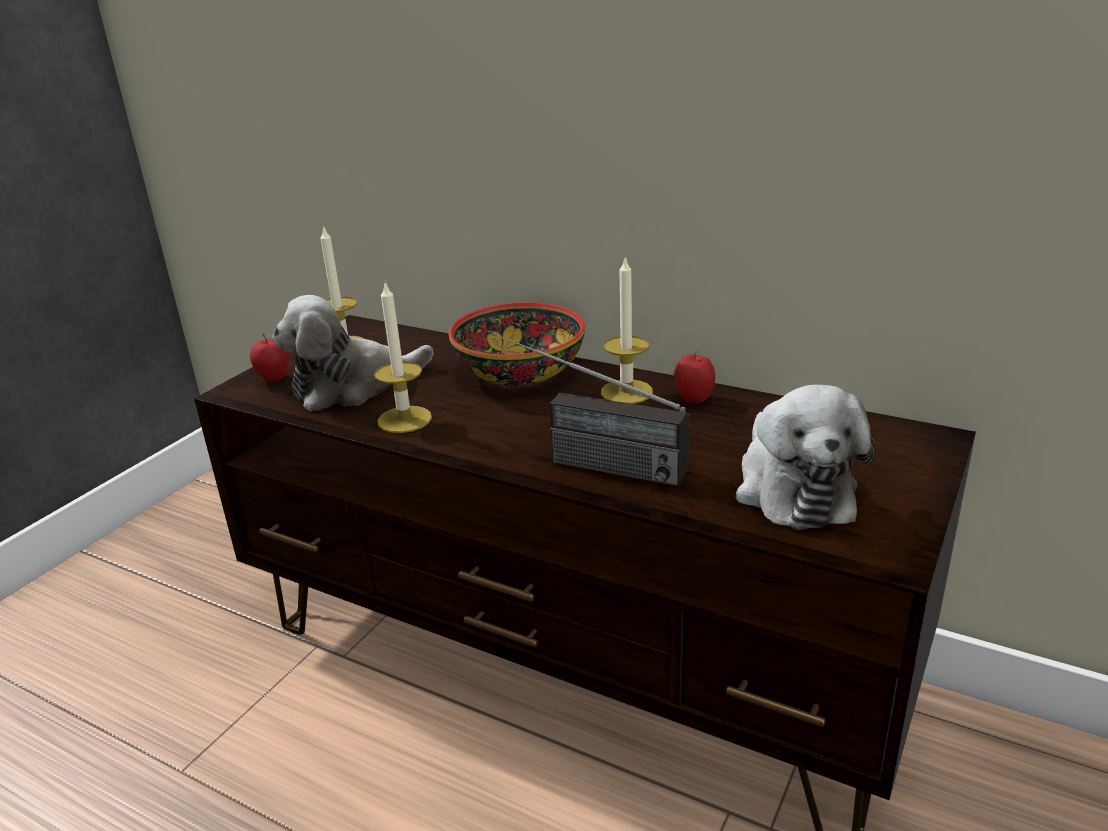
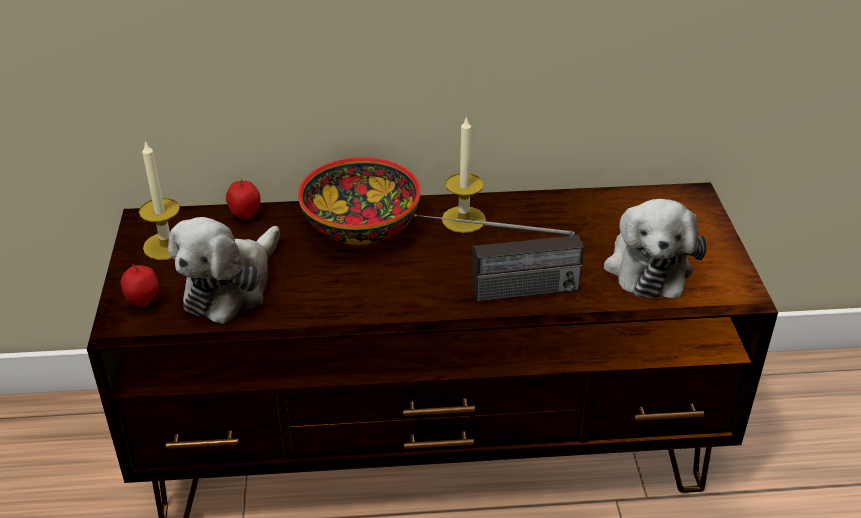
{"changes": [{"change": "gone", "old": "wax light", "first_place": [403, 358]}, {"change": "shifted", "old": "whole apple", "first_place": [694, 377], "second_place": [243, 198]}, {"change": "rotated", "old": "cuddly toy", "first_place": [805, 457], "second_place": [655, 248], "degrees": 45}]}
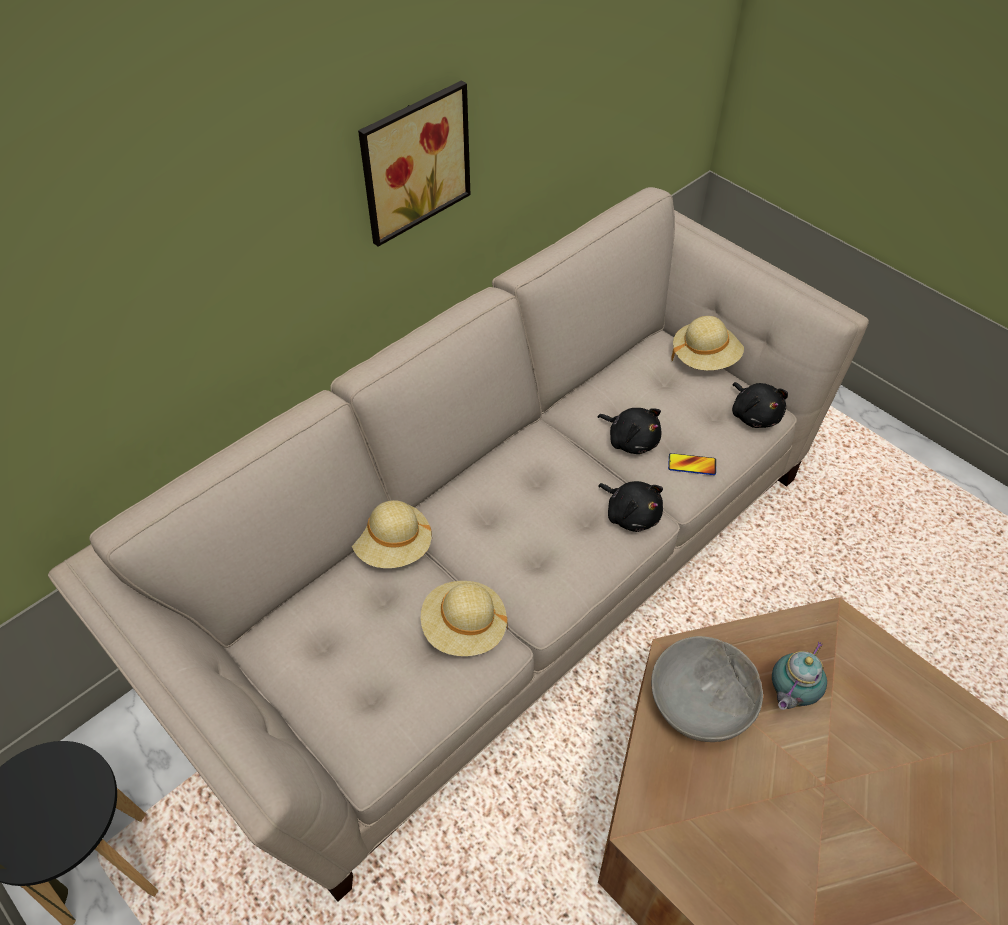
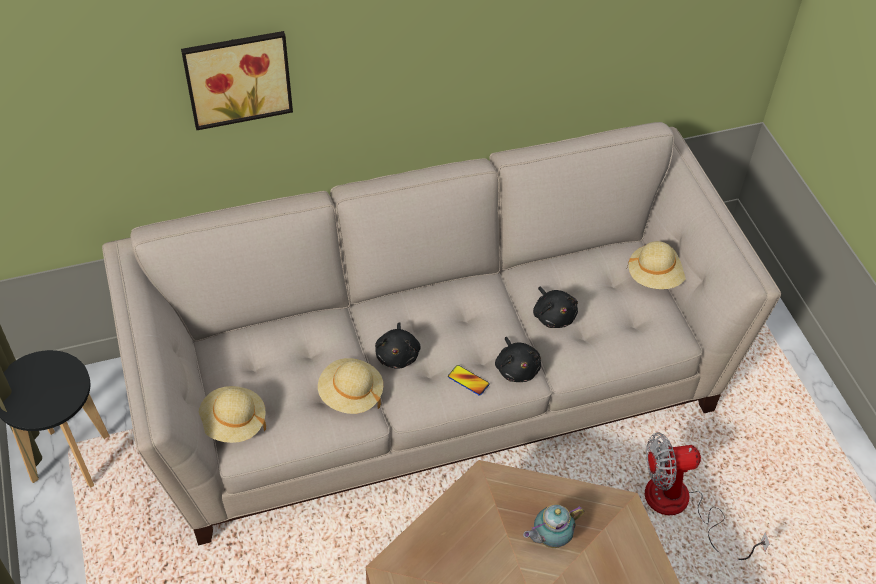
{"changes": [{"change": "shifted", "old": "wearable hat in beige-coloured", "first_place": [392, 534], "second_place": [232, 414]}, {"change": "shifted", "old": "picture", "first_place": [414, 163], "second_place": [237, 80]}, {"change": "gone", "old": "bowl in greyish", "first_place": [707, 689]}, {"change": "shifted", "old": "telephone", "first_place": [692, 464], "second_place": [469, 380]}, {"change": "shifted", "old": "cuddly toy in black-coloured", "first_place": [760, 405], "second_place": [398, 345]}, {"change": "new", "new": "fan", "second_place": [707, 496]}]}
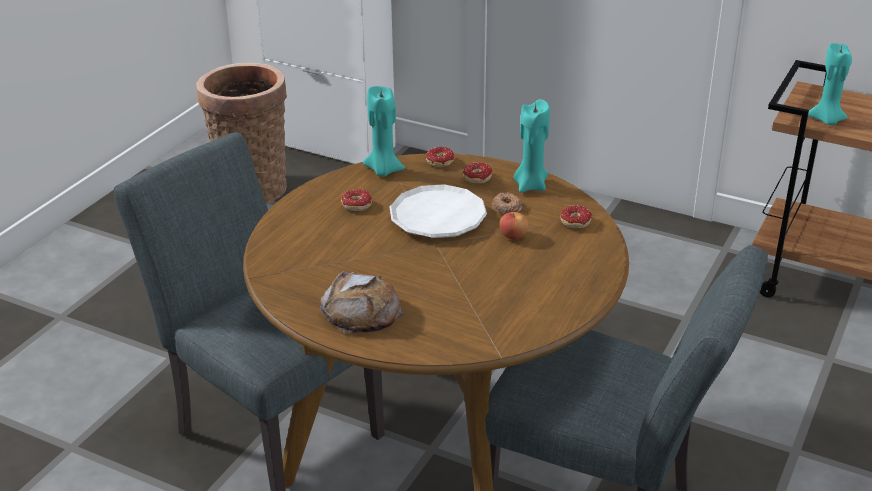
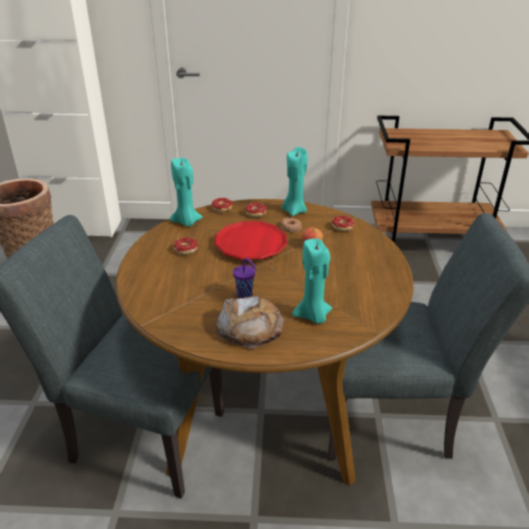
{"changes": [{"change": "repainted", "old": "flat dish in white-coloured", "new": "flat dish in red", "first_place": [438, 211], "second_place": [251, 240]}, {"change": "shifted", "old": "wax light in turquoise-coloured", "first_place": [830, 84], "second_place": [312, 281]}, {"change": "new", "new": "cup in purple-coloured", "second_place": [245, 278]}]}
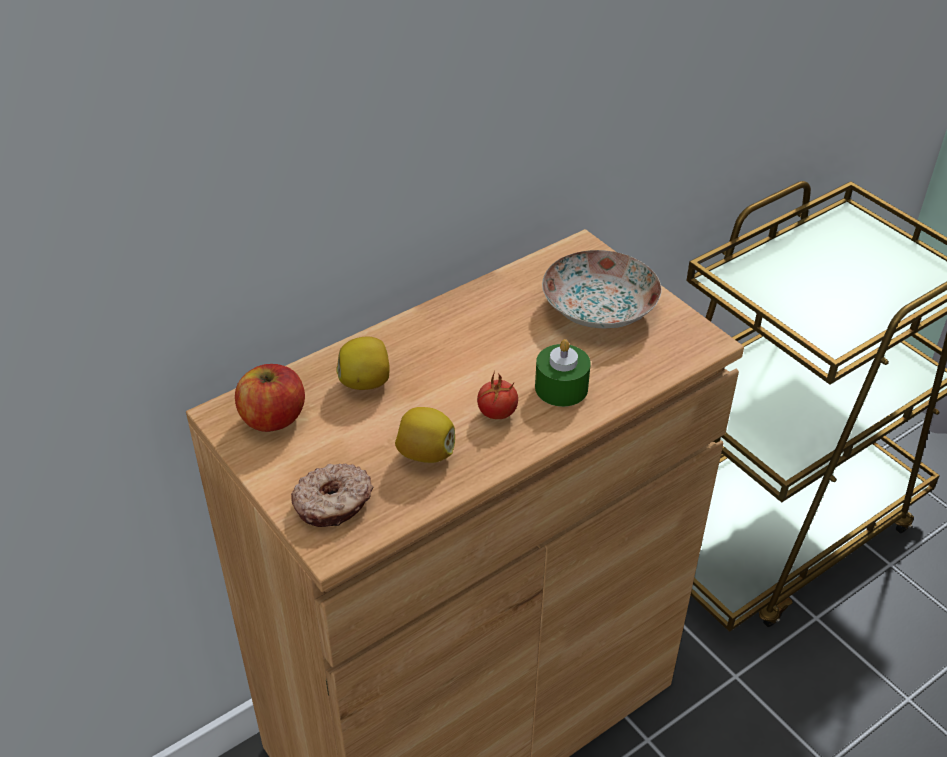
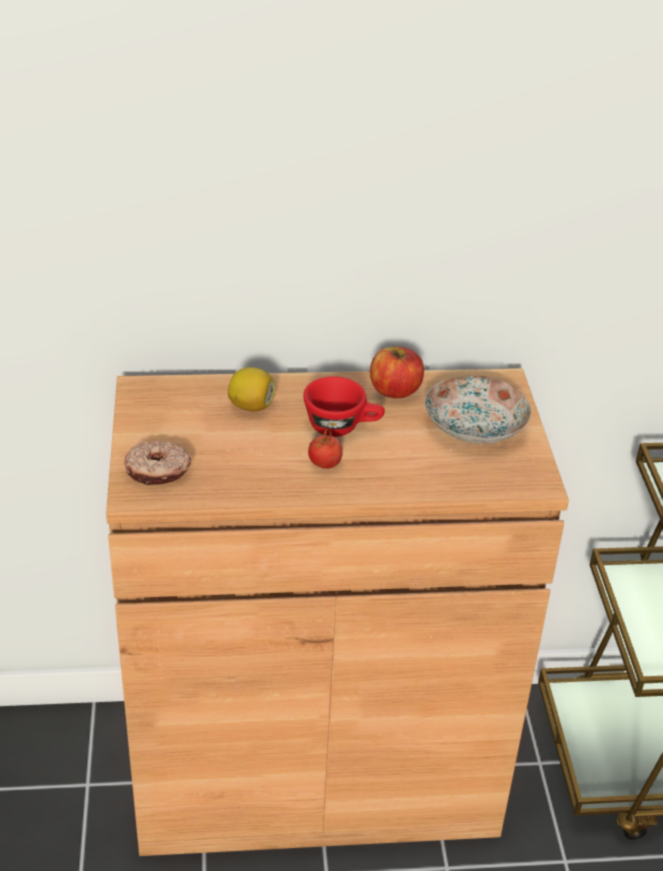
{"changes": [{"change": "shifted", "old": "whole apple", "first_place": [270, 398], "second_place": [397, 372]}, {"change": "gone", "old": "whole lemon", "first_place": [425, 435]}, {"change": "gone", "old": "wax light in green-coloured", "first_place": [563, 373]}, {"change": "new", "new": "cup in red", "second_place": [344, 406]}]}
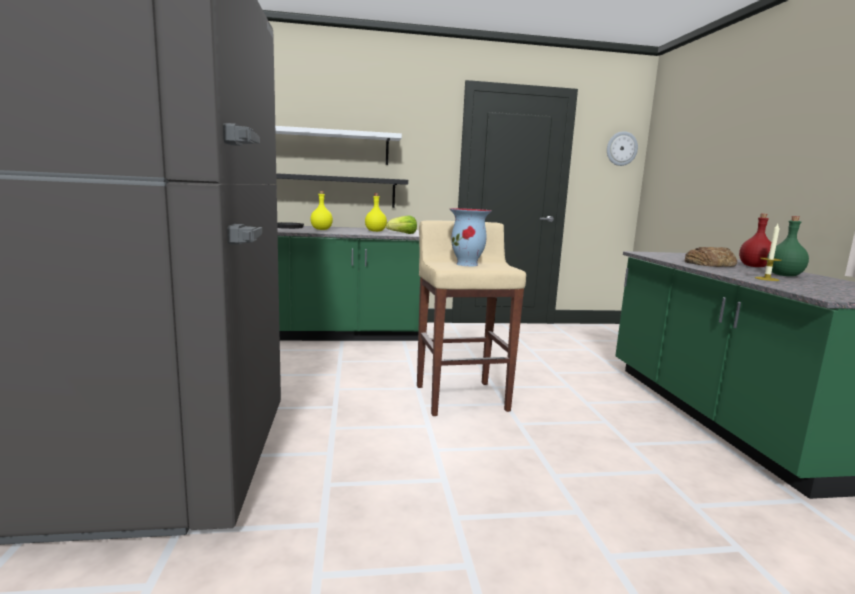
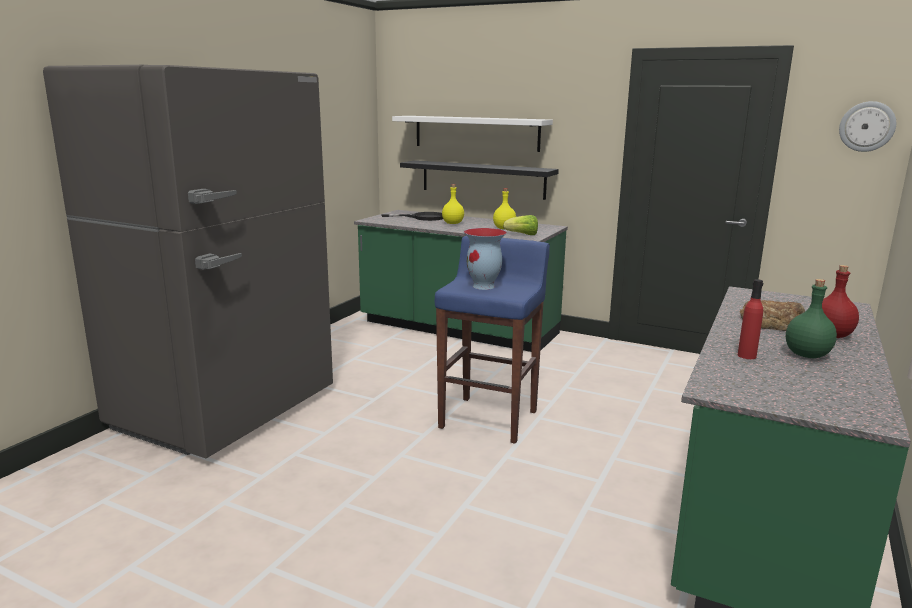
{"changes": [{"change": "repainted", "old": "stool in beige-coloured", "new": "stool in blue-coloured", "first_place": [471, 318], "second_place": [492, 340]}, {"change": "swapped", "old": "wax light", "new": "drink bottle in red", "first_place": [768, 252], "second_place": [750, 319]}]}
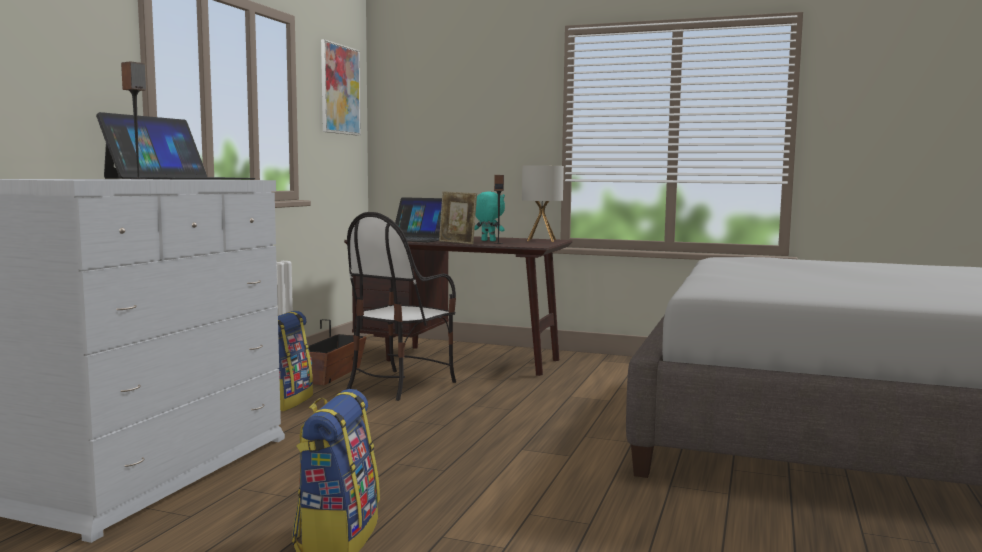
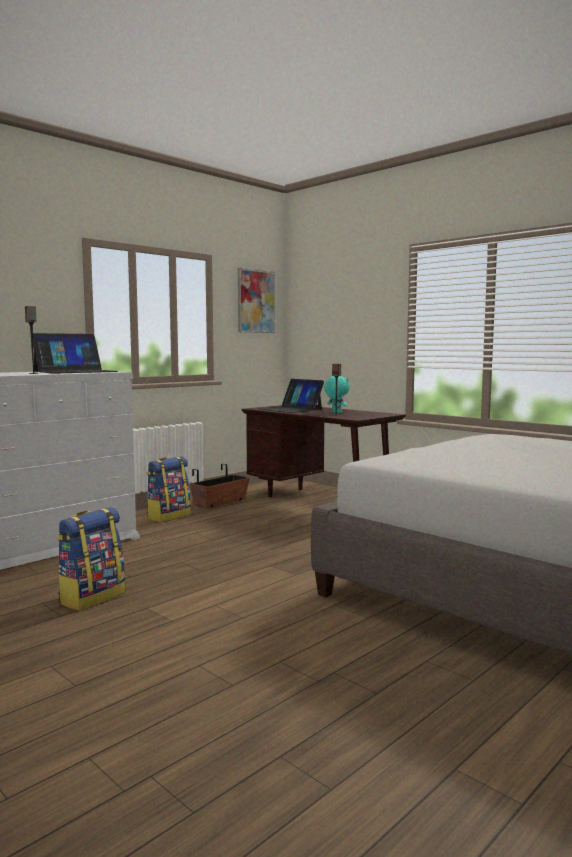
{"changes": [{"change": "gone", "old": "plain chair", "first_place": [401, 306]}, {"change": "gone", "old": "picture frame", "first_place": [458, 217]}, {"change": "gone", "old": "table lamp", "first_place": [543, 203]}]}
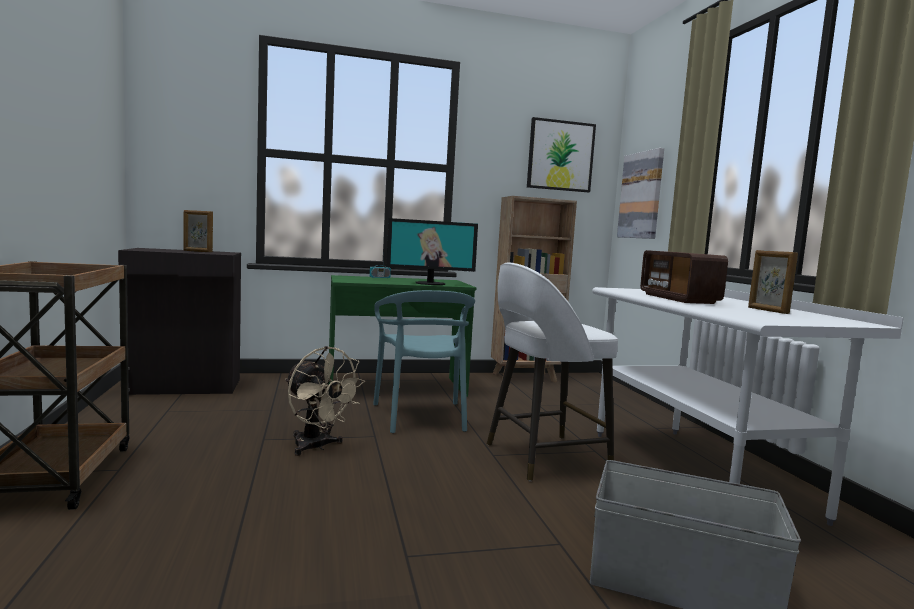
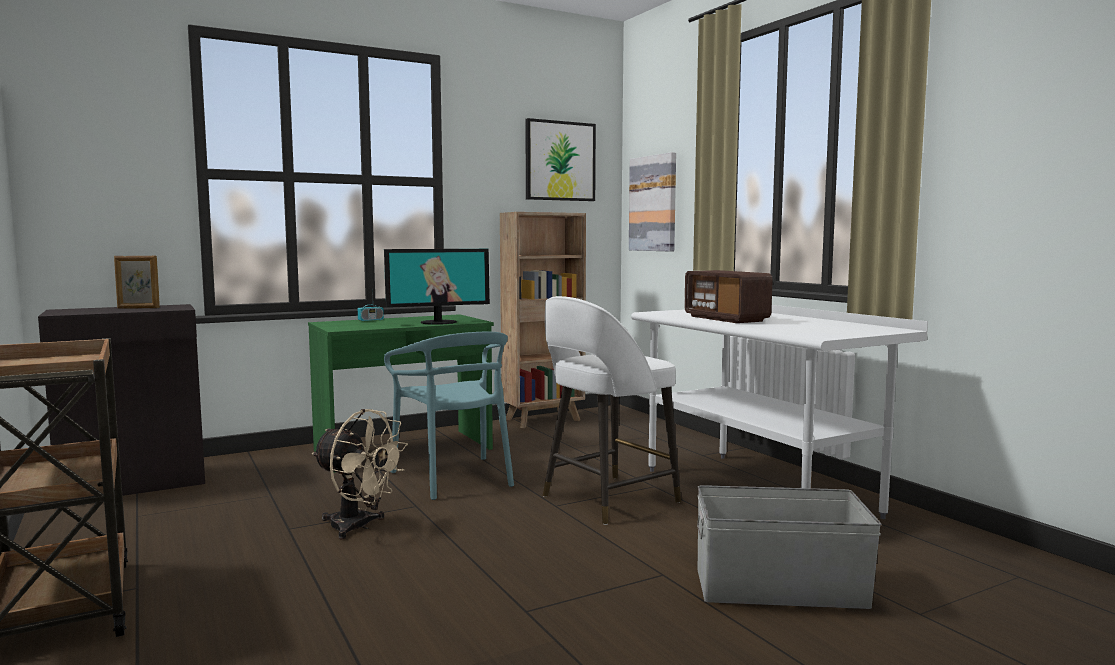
{"changes": [{"change": "gone", "old": "picture frame", "first_place": [773, 282]}]}
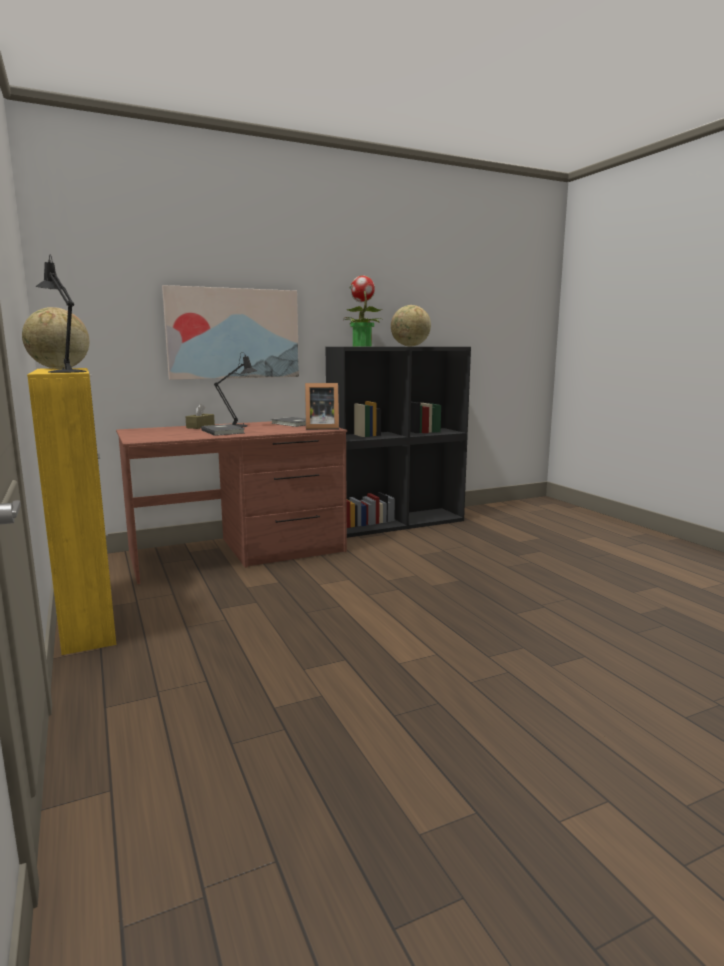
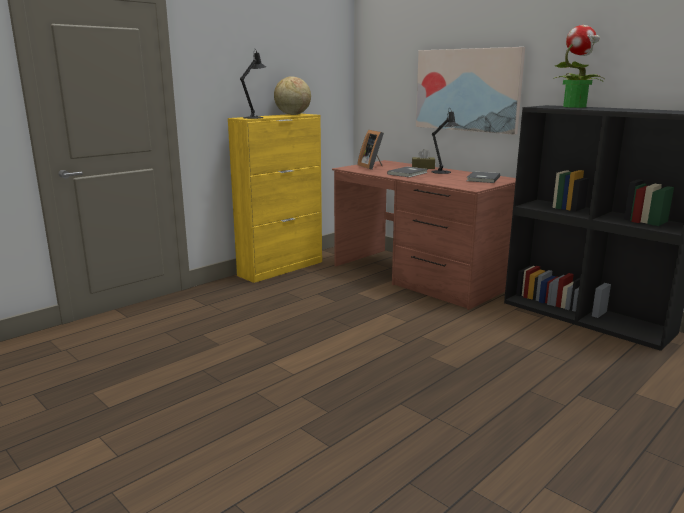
{"changes": [{"change": "shifted", "old": "picture frame", "first_place": [322, 406], "second_place": [370, 150]}, {"change": "gone", "old": "desk globe", "first_place": [411, 325]}]}
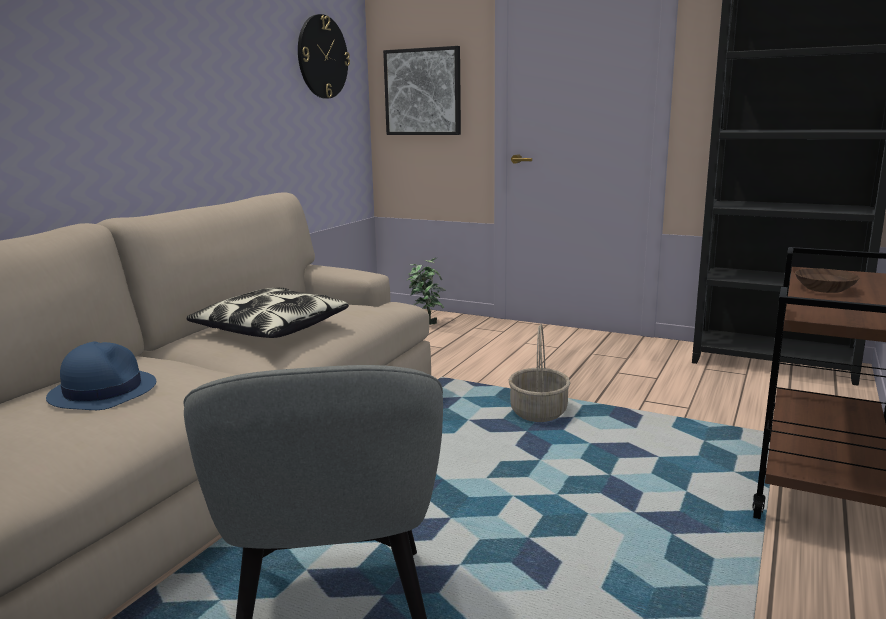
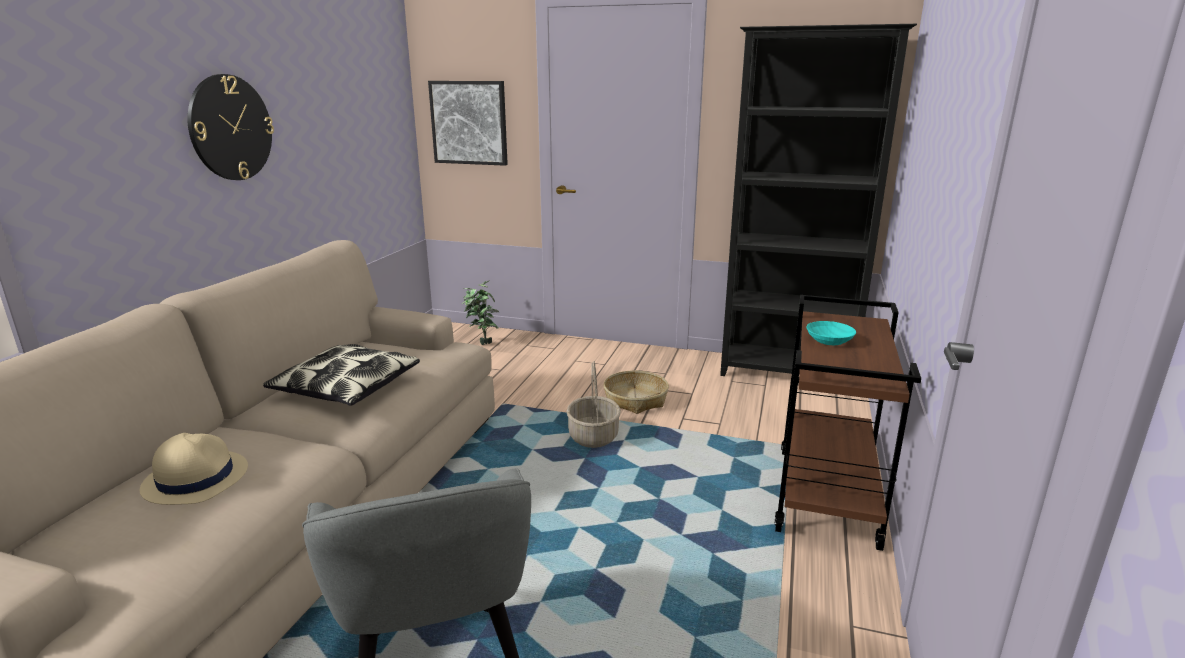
{"changes": [{"change": "repainted", "old": "wearable hat in blue-coloured", "new": "wearable hat in beige-coloured", "first_place": [101, 376], "second_place": [194, 469]}, {"change": "shifted", "old": "hanging clock", "first_place": [324, 56], "second_place": [230, 127]}, {"change": "repainted", "old": "bowl in brownish", "new": "bowl in turquoise-coloured", "first_place": [827, 280], "second_place": [831, 333]}, {"change": "new", "new": "basket", "second_place": [636, 392]}]}
